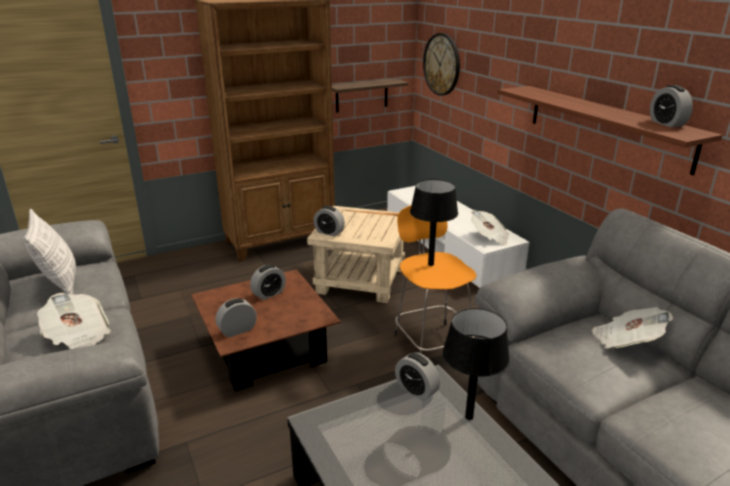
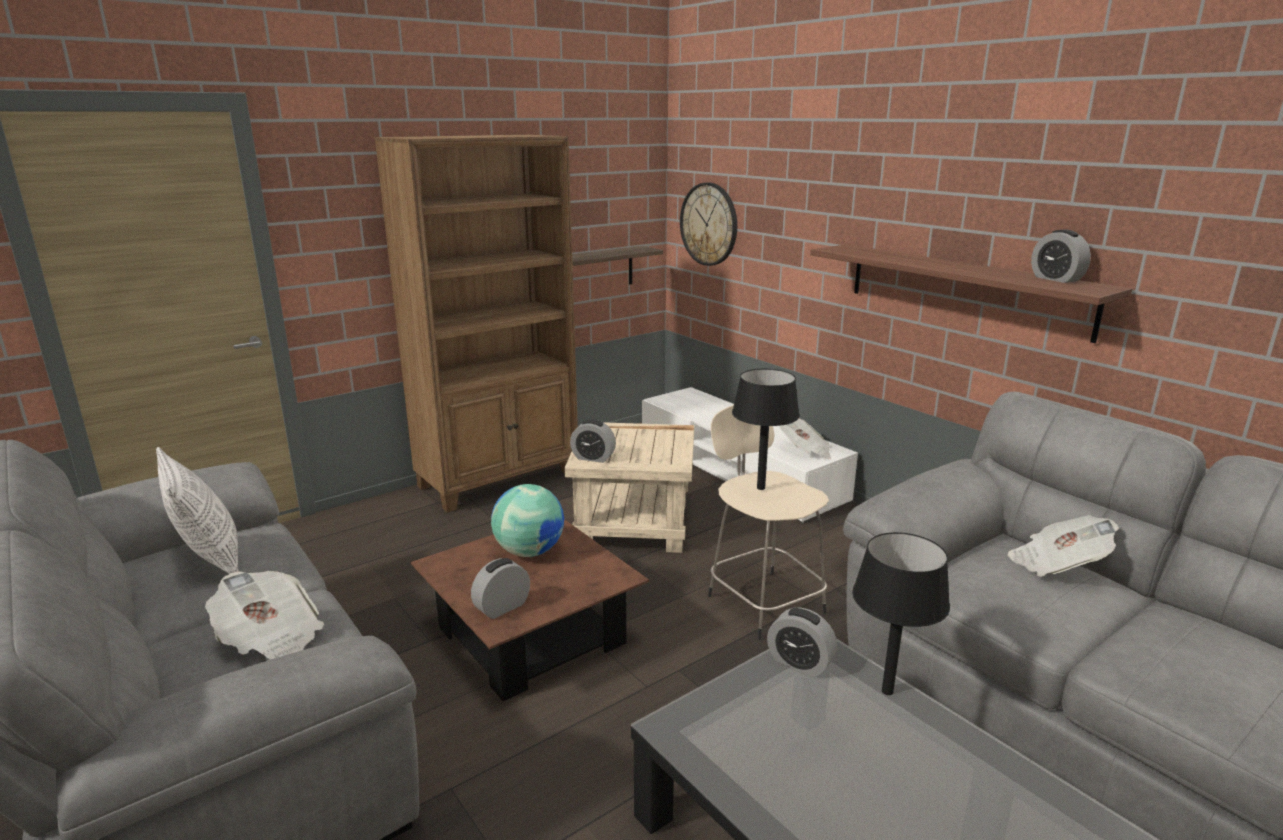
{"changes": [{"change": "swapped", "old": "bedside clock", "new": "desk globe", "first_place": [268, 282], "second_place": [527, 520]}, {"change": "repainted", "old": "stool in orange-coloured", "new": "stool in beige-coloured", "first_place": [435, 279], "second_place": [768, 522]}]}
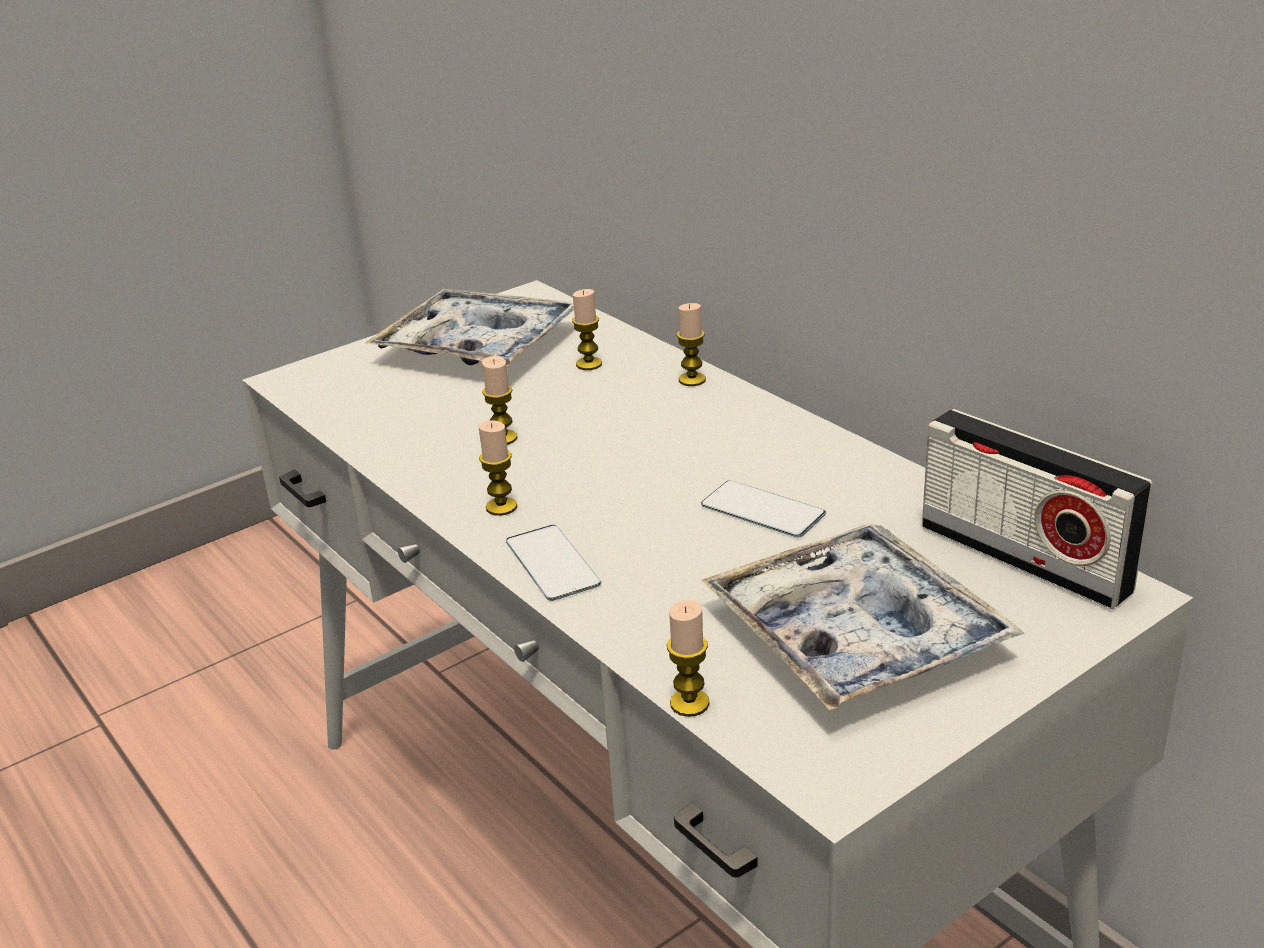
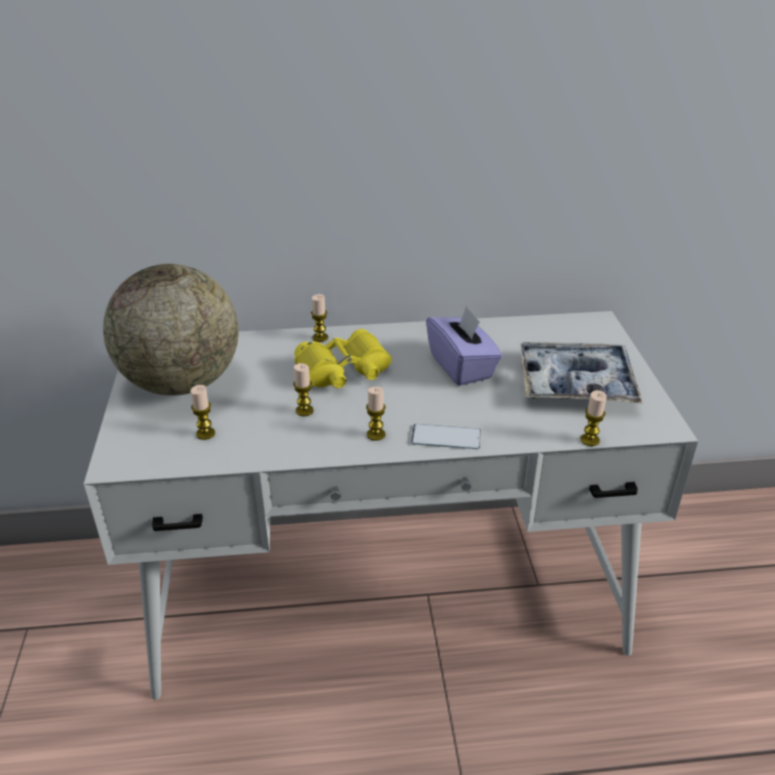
{"changes": [{"change": "swapped", "old": "serving tray", "new": "desk globe", "first_place": [469, 327], "second_place": [171, 330]}, {"change": "shifted", "old": "wax light", "first_place": [587, 329], "second_place": [202, 412]}, {"change": "swapped", "old": "telephone", "new": "box of tissues in purple-coloured", "first_place": [763, 509], "second_place": [464, 346]}, {"change": "gone", "old": "radio receiver", "first_place": [1037, 509]}, {"change": "new", "new": "binoculars in yellowish", "second_place": [343, 358]}]}
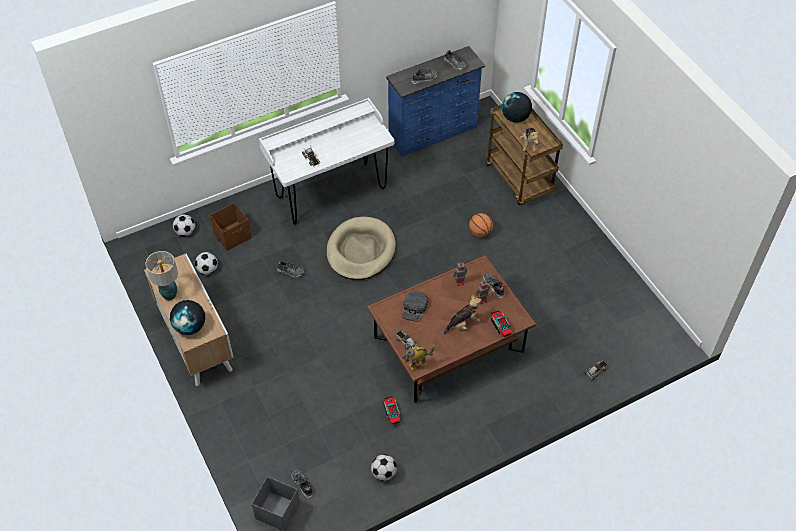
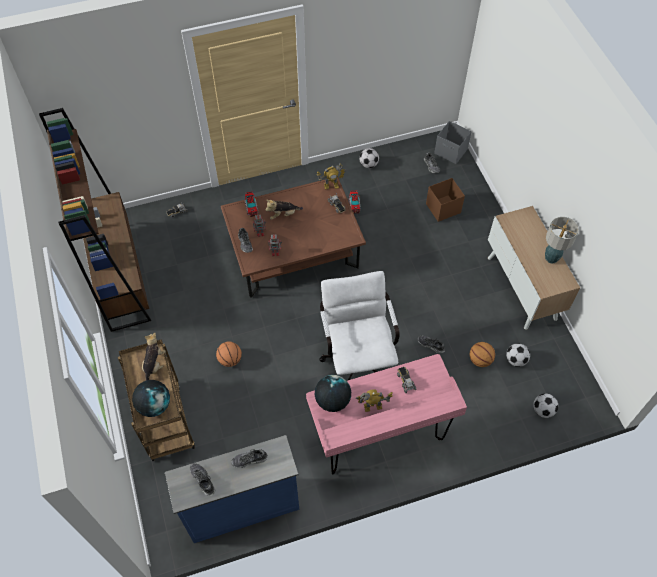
{"changes": [{"change": "shifted", "old": "desk globe", "first_place": [187, 317], "second_place": [333, 393]}, {"change": "shifted", "old": "storage box in brownish", "first_place": [230, 226], "second_place": [445, 200]}, {"change": "repainted", "old": "desk table in white-coloured", "new": "desk table in pink", "first_place": [326, 161], "second_place": [386, 414]}, {"change": "swapped", "old": "dog bed in beige-coloured", "new": "computer chair in white-coloured", "first_place": [361, 248], "second_place": [359, 325]}, {"change": "gone", "old": "peaked cap in black-coloured", "first_place": [415, 306]}, {"change": "new", "new": "bookcase in brownish", "second_place": [95, 220]}, {"change": "new", "new": "robot figure", "second_place": [374, 400]}, {"change": "new", "new": "ball for basketball", "second_place": [482, 354]}]}
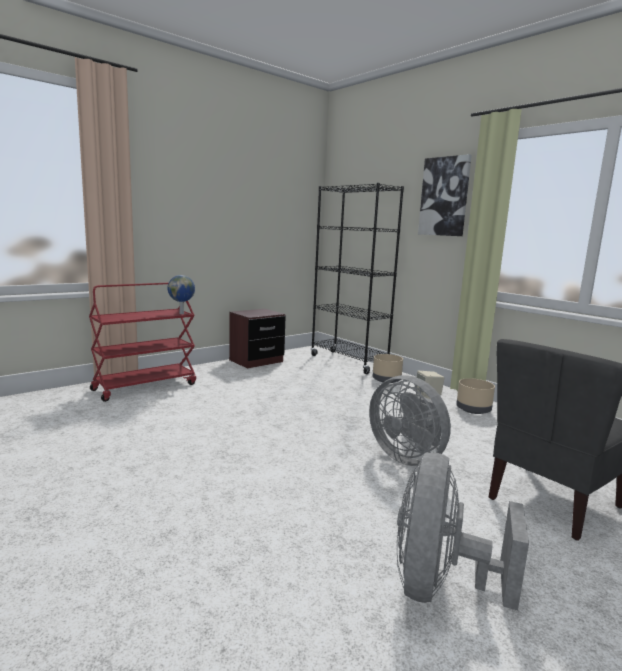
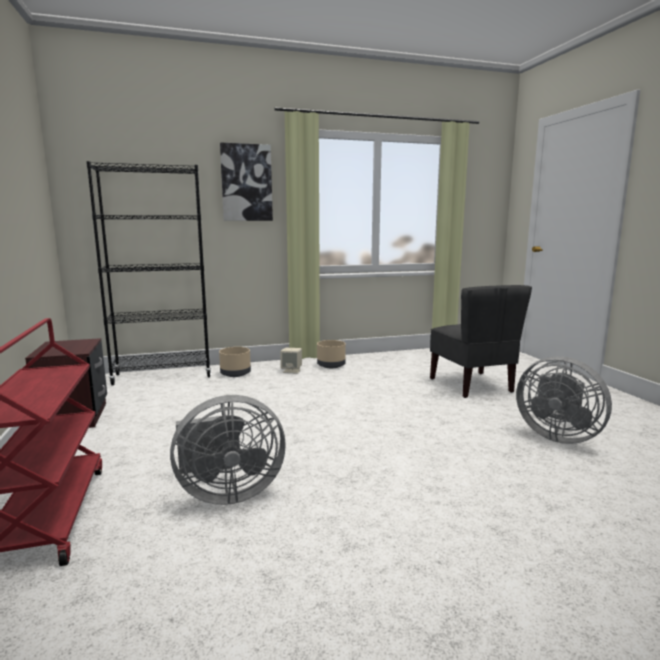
{"changes": [{"change": "gone", "old": "desk globe", "first_place": [181, 294]}, {"change": "shifted", "old": "fan in greyish", "first_place": [410, 420], "second_place": [228, 450]}]}
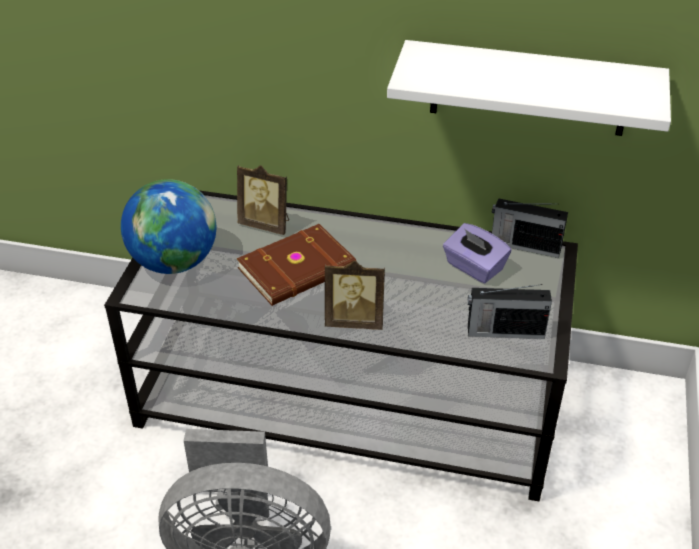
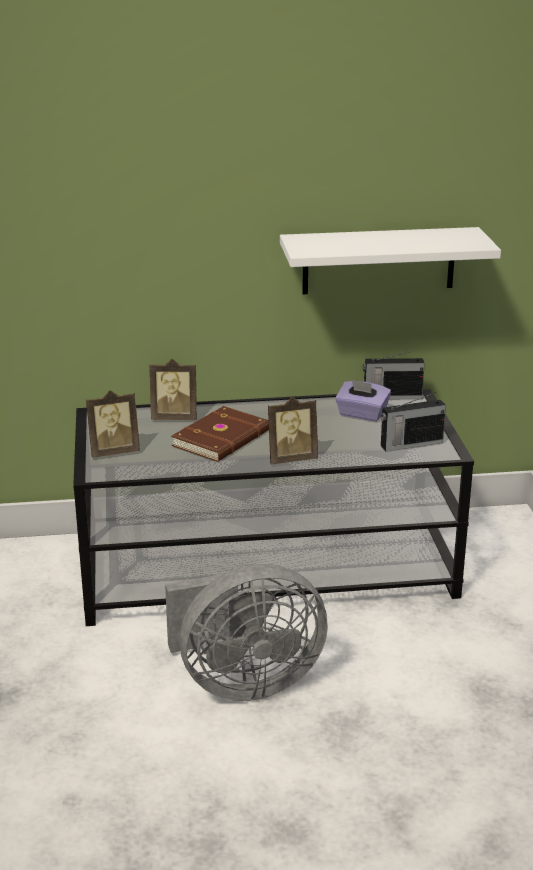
{"changes": [{"change": "swapped", "old": "desk globe", "new": "picture frame", "first_place": [168, 226], "second_place": [113, 424]}]}
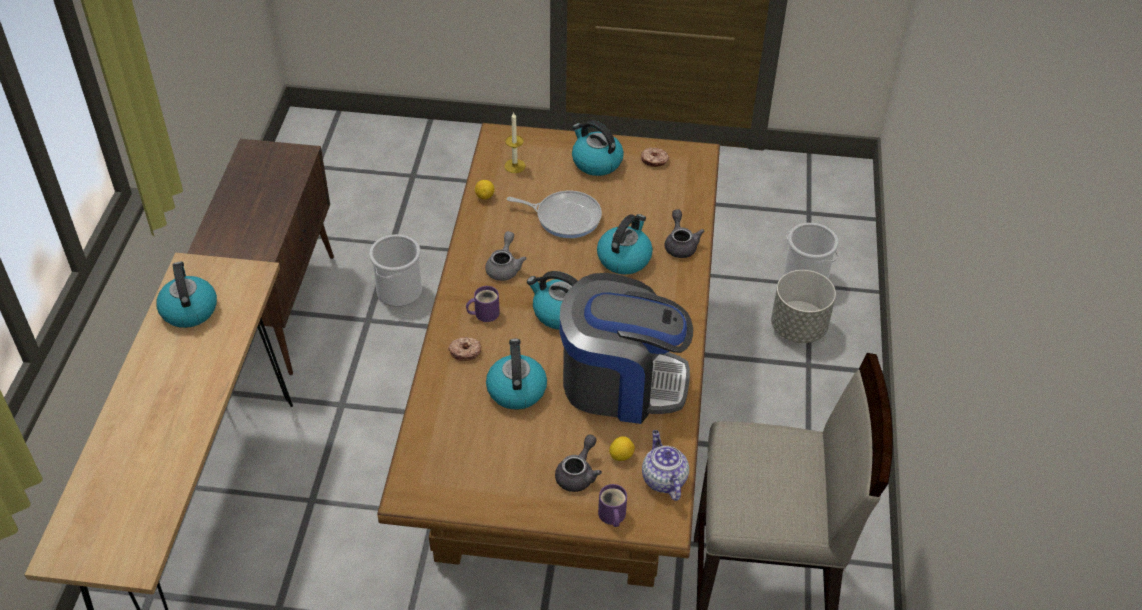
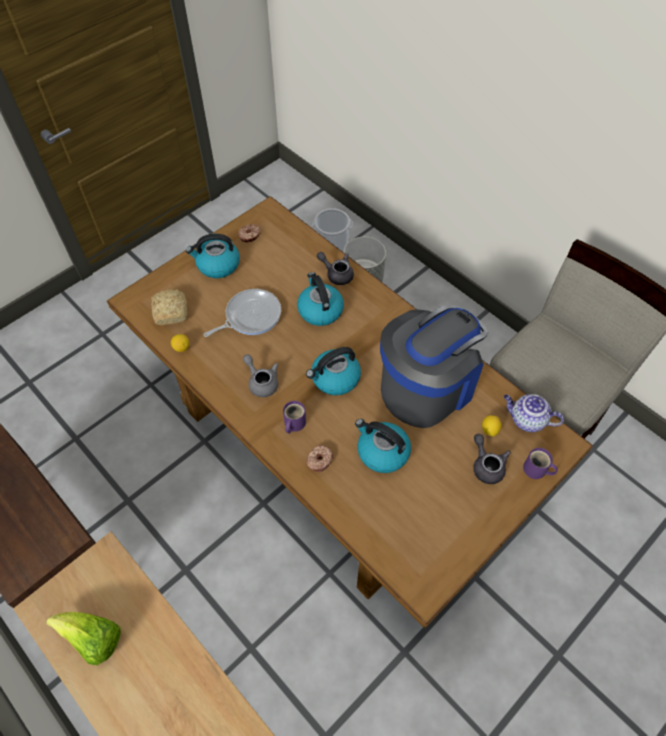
{"changes": [{"change": "swapped", "old": "water kettle", "new": "lettuce head", "first_place": [186, 295], "second_place": [83, 638]}, {"change": "gone", "old": "pail", "first_place": [395, 270]}, {"change": "swapped", "old": "wax light", "new": "baked bread", "first_place": [515, 143], "second_place": [169, 307]}]}
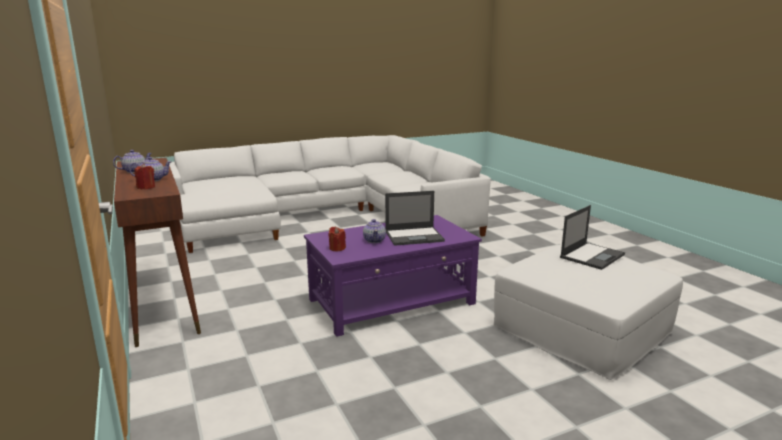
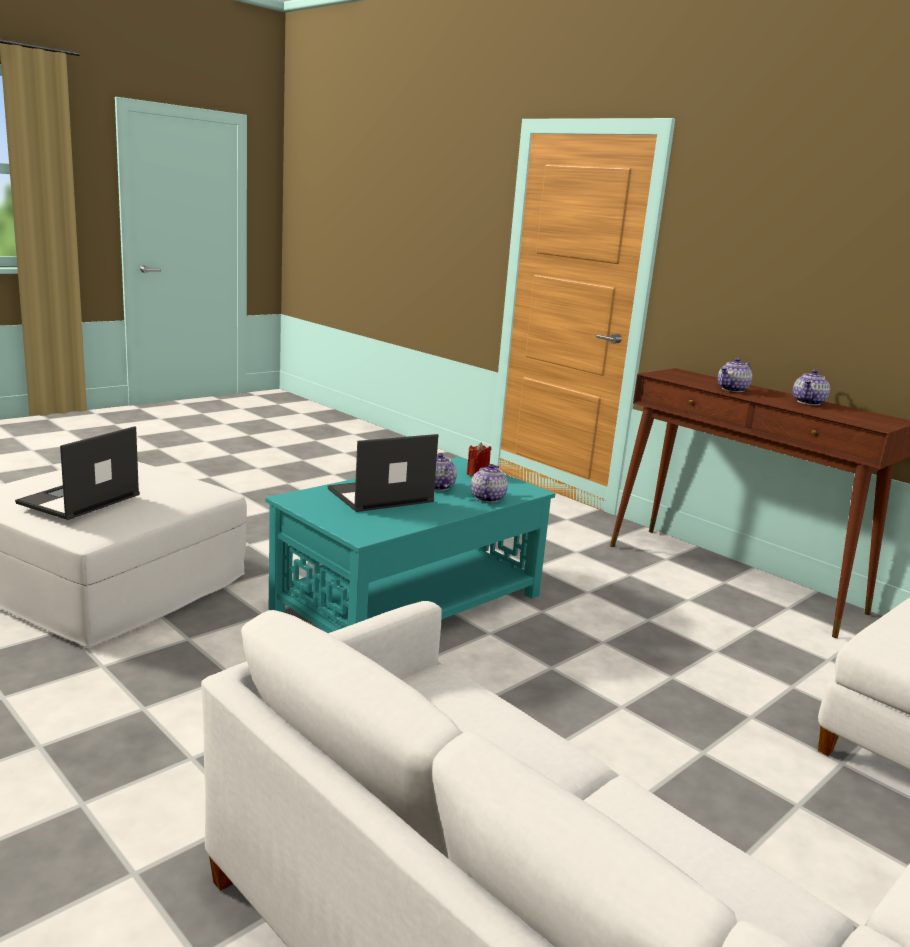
{"changes": [{"change": "gone", "old": "wax light in red", "first_place": [144, 176]}, {"change": "repainted", "old": "low table in purple-coloured", "new": "low table in turquoise-coloured", "first_place": [393, 276], "second_place": [410, 545]}, {"change": "new", "new": "tea pot", "second_place": [489, 483]}]}
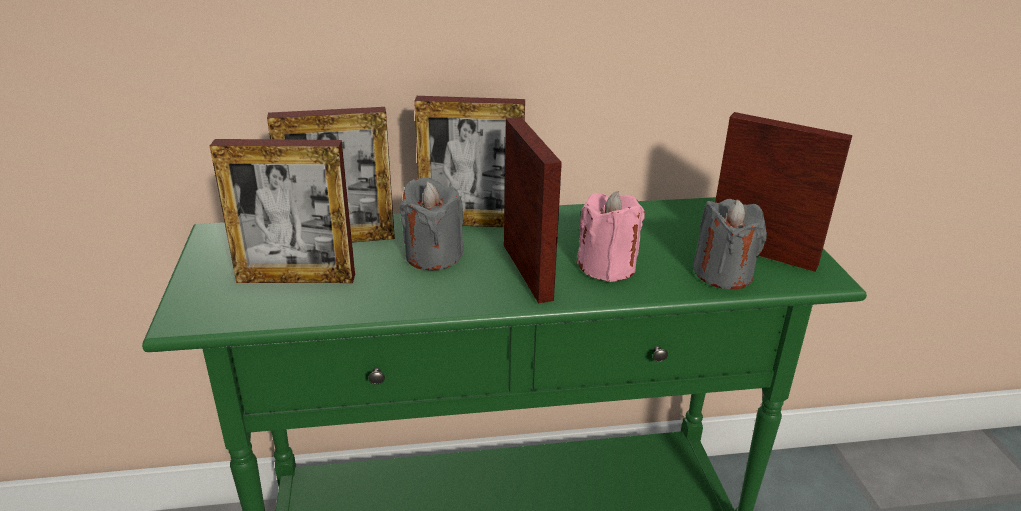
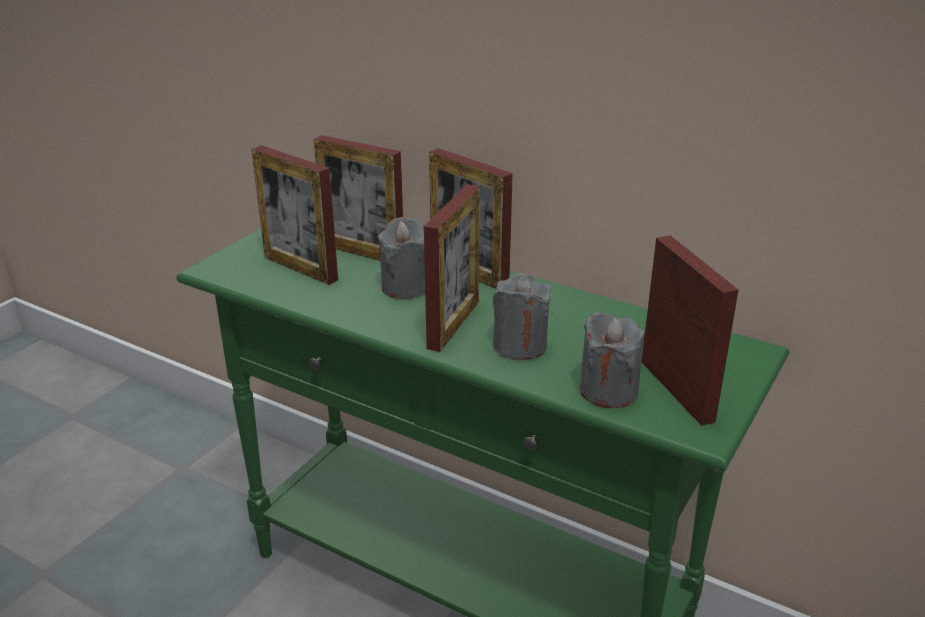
{"changes": [{"change": "repainted", "old": "wax light in pink", "new": "wax light in greyish", "first_place": [611, 236], "second_place": [522, 316]}]}
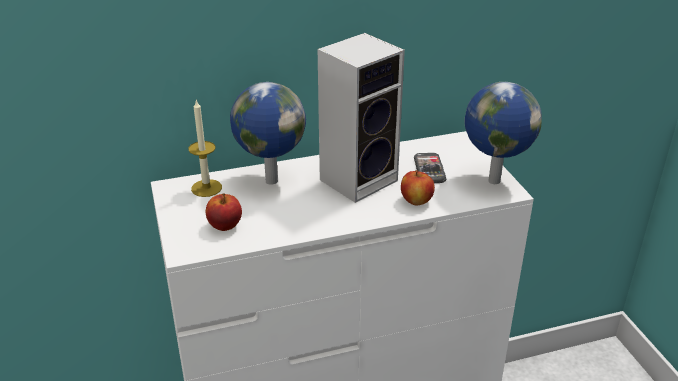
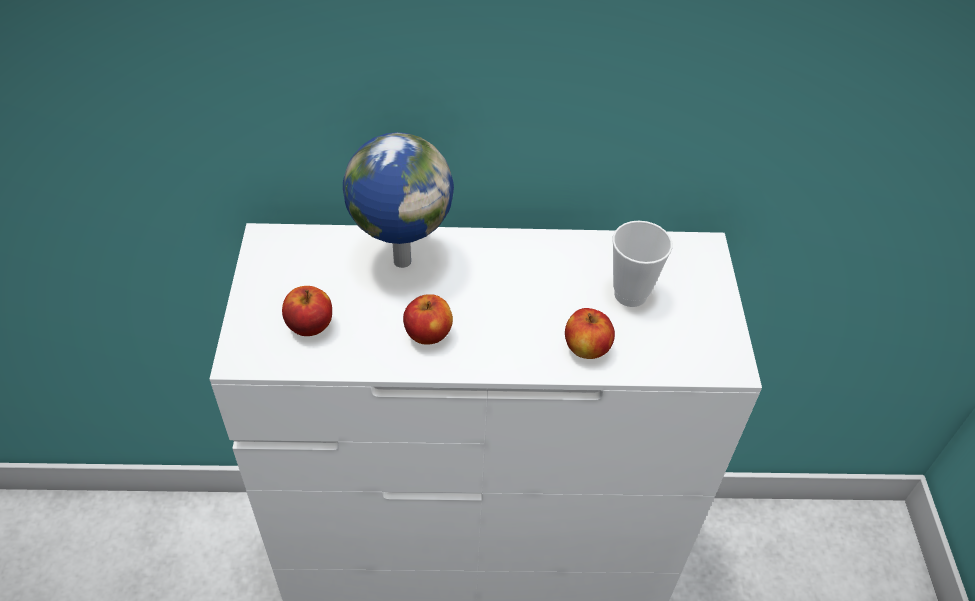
{"changes": [{"change": "gone", "old": "wax light", "first_place": [205, 148]}, {"change": "gone", "old": "audio speaker", "first_place": [361, 118]}, {"change": "swapped", "old": "telephone", "new": "cup", "first_place": [430, 168], "second_place": [642, 264]}, {"change": "gone", "old": "desk globe", "first_place": [503, 133]}, {"change": "new", "new": "whole apple", "second_place": [428, 319]}]}
